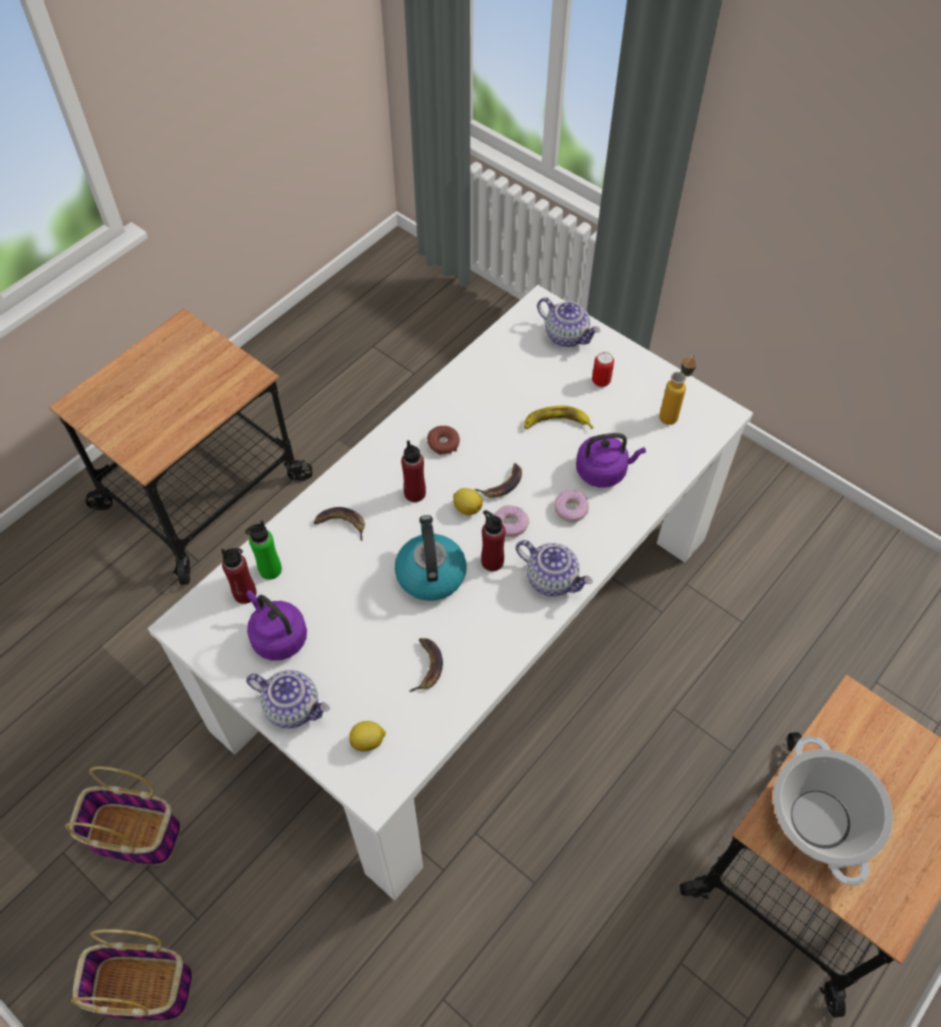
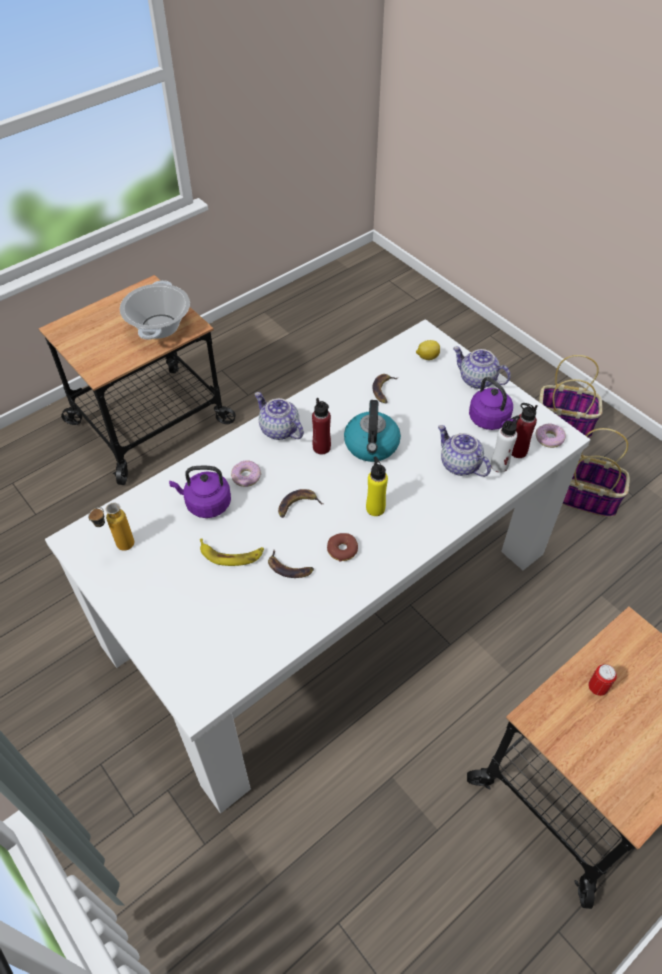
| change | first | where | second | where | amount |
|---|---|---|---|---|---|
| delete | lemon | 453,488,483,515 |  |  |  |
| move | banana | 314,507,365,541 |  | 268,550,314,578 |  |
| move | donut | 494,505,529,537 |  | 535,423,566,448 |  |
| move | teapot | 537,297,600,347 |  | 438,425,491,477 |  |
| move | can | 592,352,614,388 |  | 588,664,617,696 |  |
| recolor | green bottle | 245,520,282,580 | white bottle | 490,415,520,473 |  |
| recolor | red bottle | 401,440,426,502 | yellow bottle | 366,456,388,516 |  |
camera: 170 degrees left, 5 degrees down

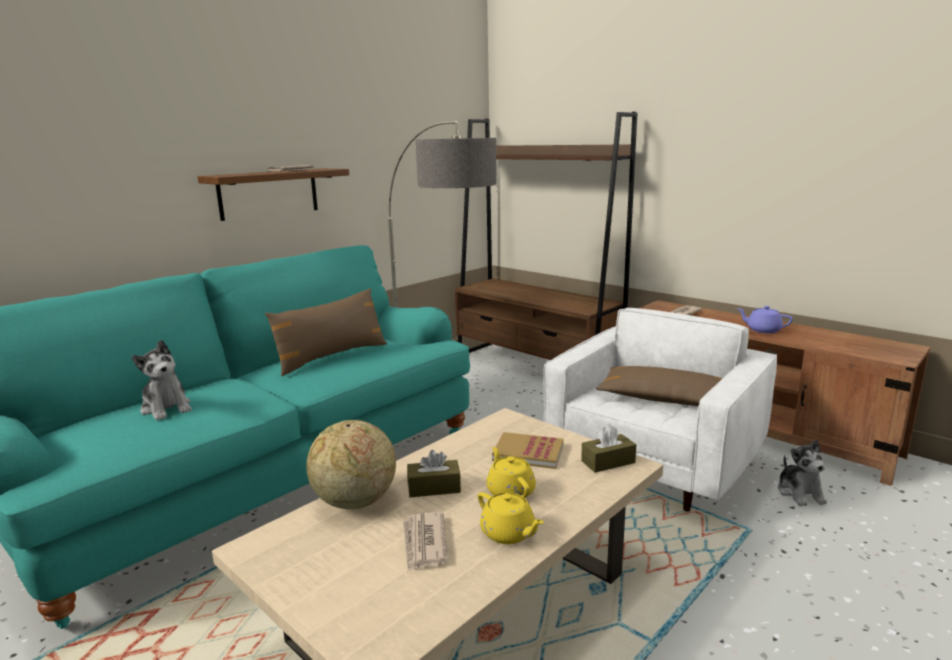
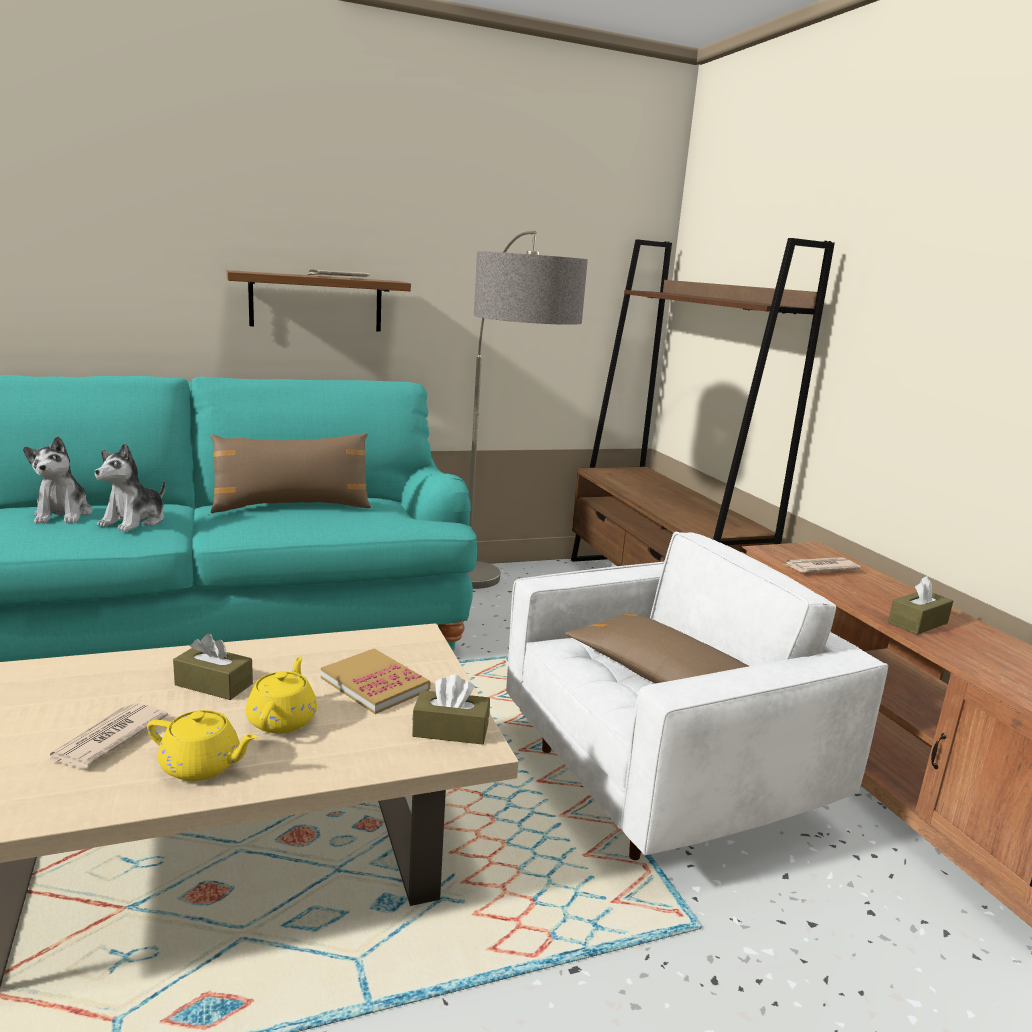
| change | first | where | second | where | amount |
|---|---|---|---|---|---|
| delete | globe | 306,420,396,509 |  |  |  |
| move | plush toy | 778,439,827,506 |  | 95,443,165,532 |  |
| replace | purple teapot | 737,306,793,333 | brown tissue box | 888,576,953,635 |  |
| rotate | yellow teapot | 478,492,544,544 |  | 147,710,258,781 | 60 degrees counterclockwise |
camera: 25 degrees right, 0 degrees up

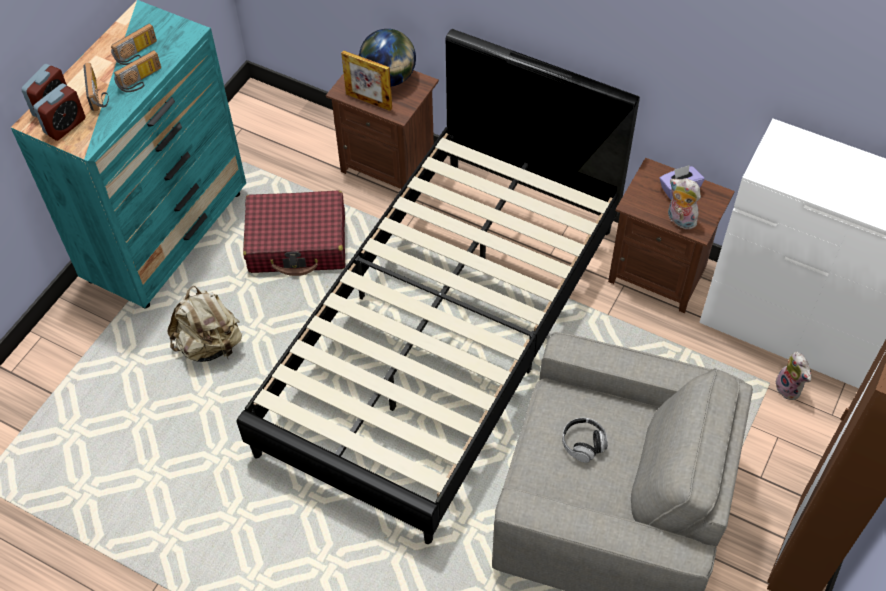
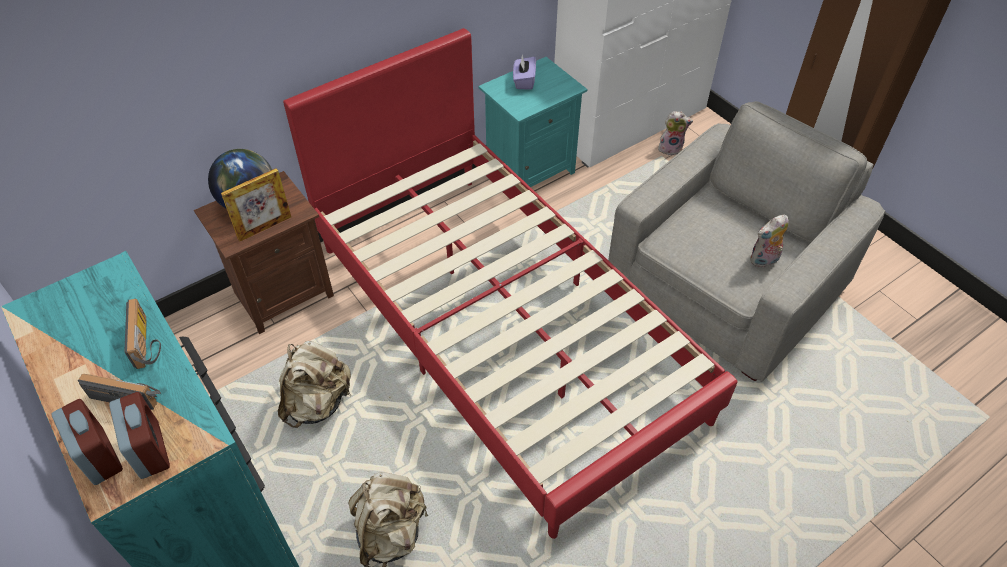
| change | first | where | second | where | amount |
|---|---|---|---|---|---|
| delete | radio | 111,23,157,65 |  |  |  |
| delete | headphones | 562,418,608,463 |  |  |  |
| move | plush toy | 668,178,701,230 |  | 750,214,789,268 |  |
| replace | red suitcase | 243,190,345,276 | beige backpack | 278,341,351,428 |  |
| recolor | black bed | 237,29,640,544 | red bed | 283,28,737,539 |  |
| recolor | brown nightstand | 608,158,735,313 | turquoise nightstand | 478,57,588,187 |  |
camera: 65 degrees left, 5 degrees down

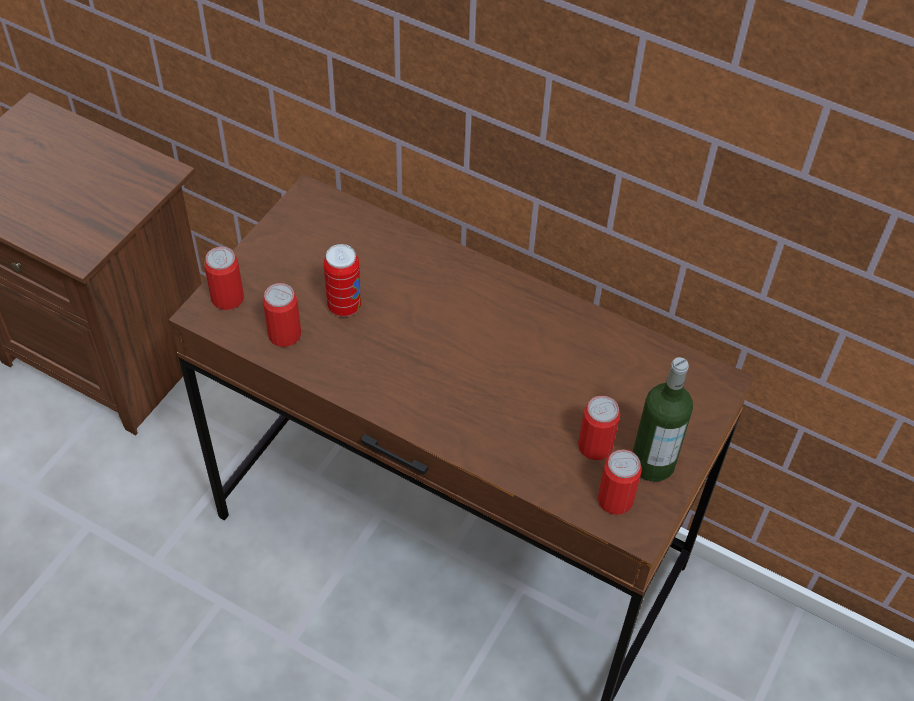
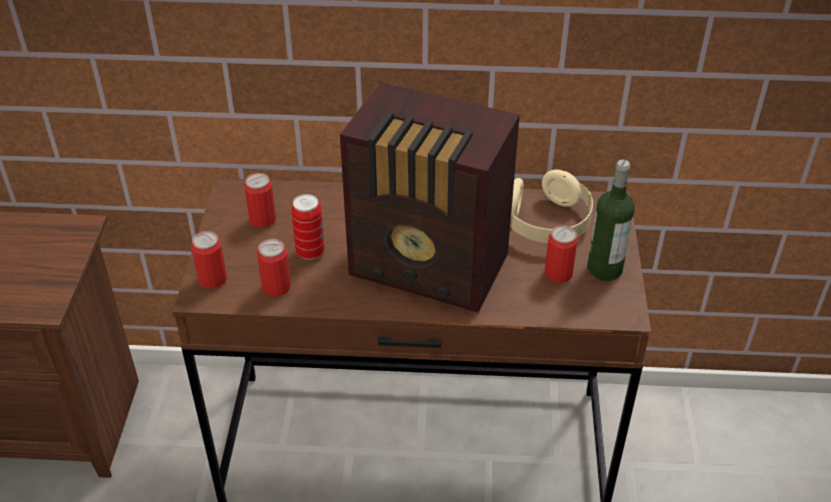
| change | first | where | second | where | amount |
|---|---|---|---|---|---|
| insert |  |  | radio | 340,82,520,312 |  |
| insert |  |  | beige headphones | 510,169,593,243 |  |
| move | can | 598,450,642,515 |  | 244,173,276,228 |  |
camera: 25 degrees left, 10 degrees down

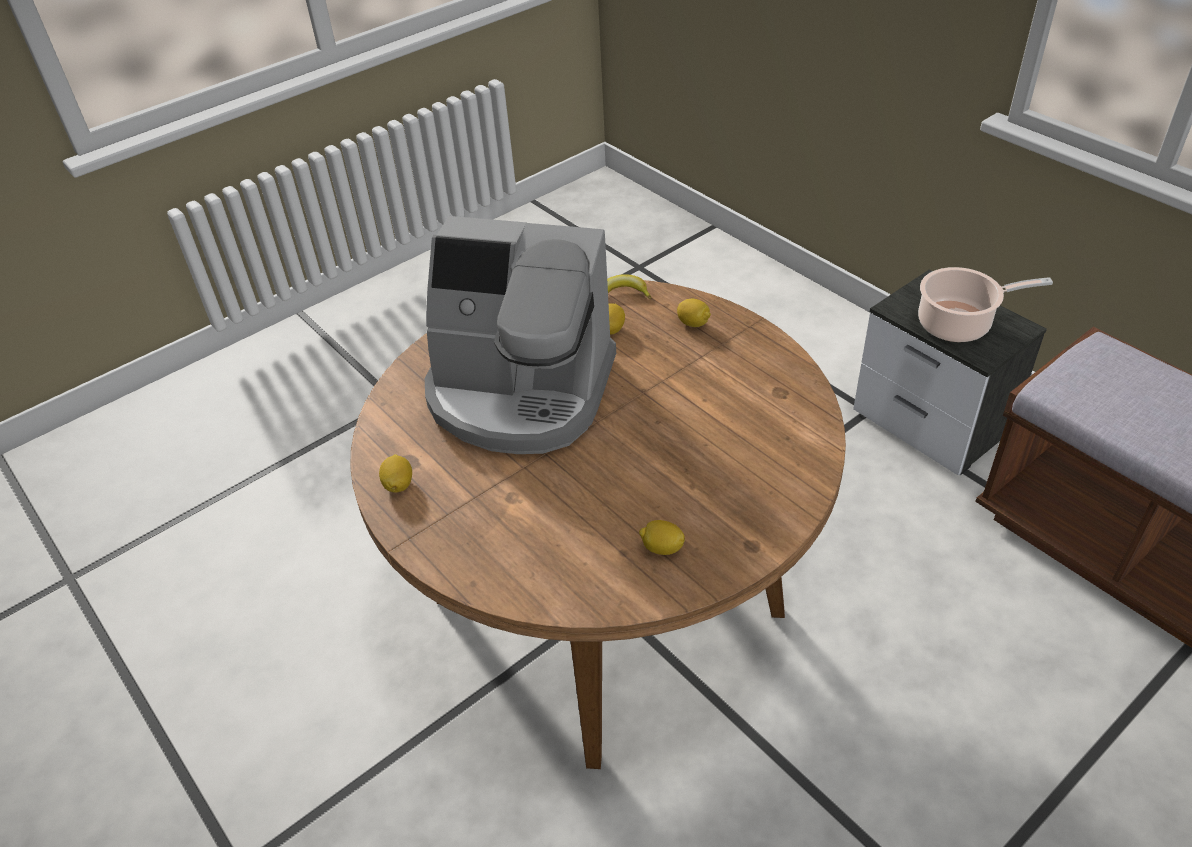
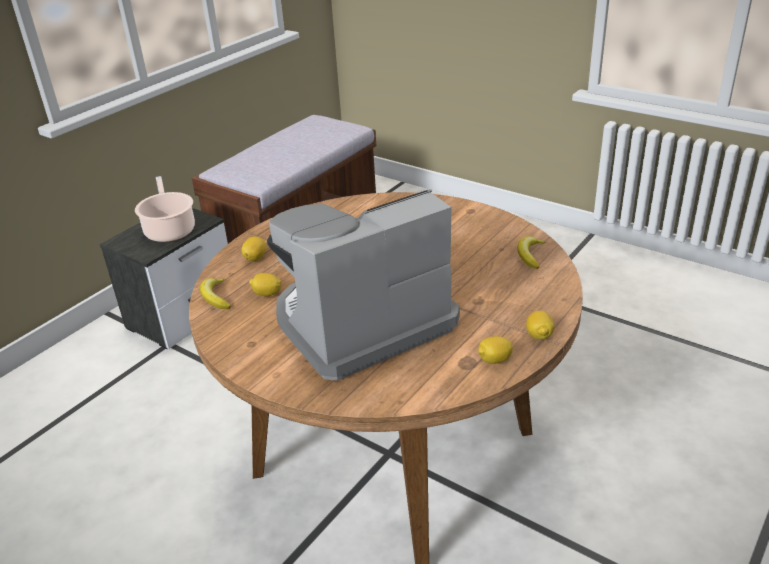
| change | first | where | second | where | amount |
|---|---|---|---|---|---|
| insert |  |  | banana | 517,236,546,269 |  |
| move | lemon | 639,520,685,555 |  | 526,311,555,340 |  |
| rotate | coffee machine | 425,216,616,454 |  | 267,189,460,381 | 120 degrees counterclockwise |
camera: 105 degrees left, 10 degrees down

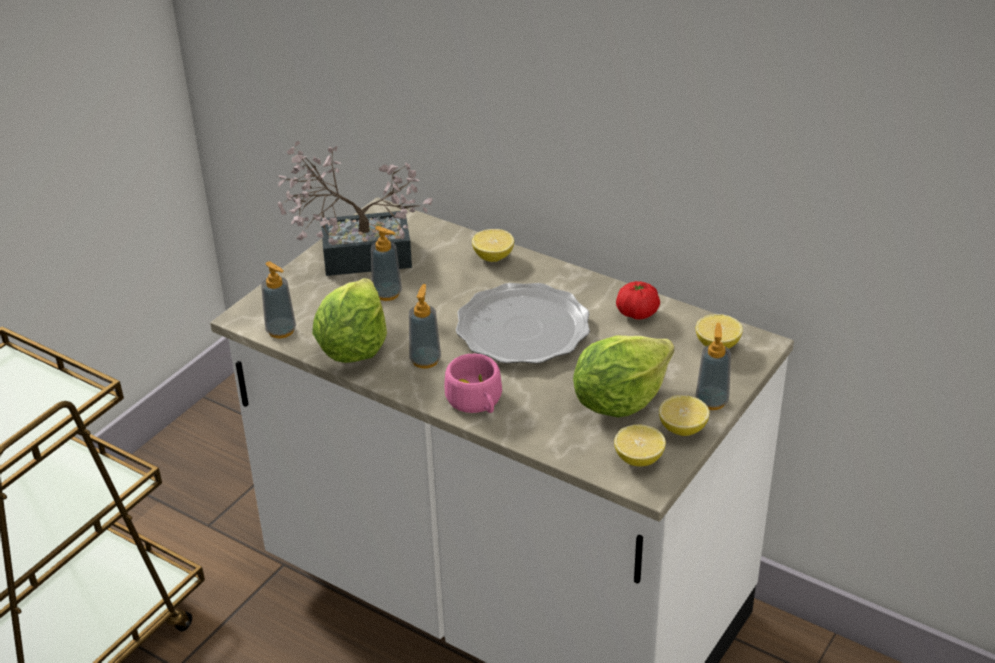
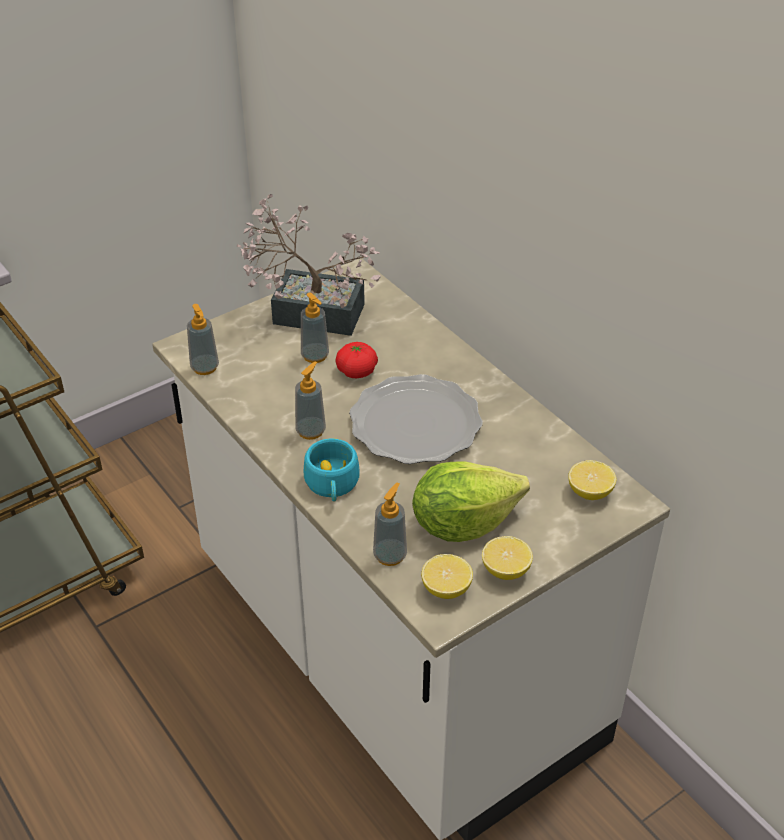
| change | first | where | second | where | amount |
|---|---|---|---|---|---|
| delete | lettuce | 312,278,387,363 |  |  |  |
| delete | lemon | 472,229,514,262 |  |  |  |
| move | tomato | 616,281,660,320 |  | 335,342,378,378 |  |
| move | soap dispenser | 695,323,731,410 |  | 373,482,407,566 |  |
| recolor | pink cup | 444,354,502,413 | turquoise cup | 304,438,360,502 |  |
camera: 20 degrees right, 5 degrees up

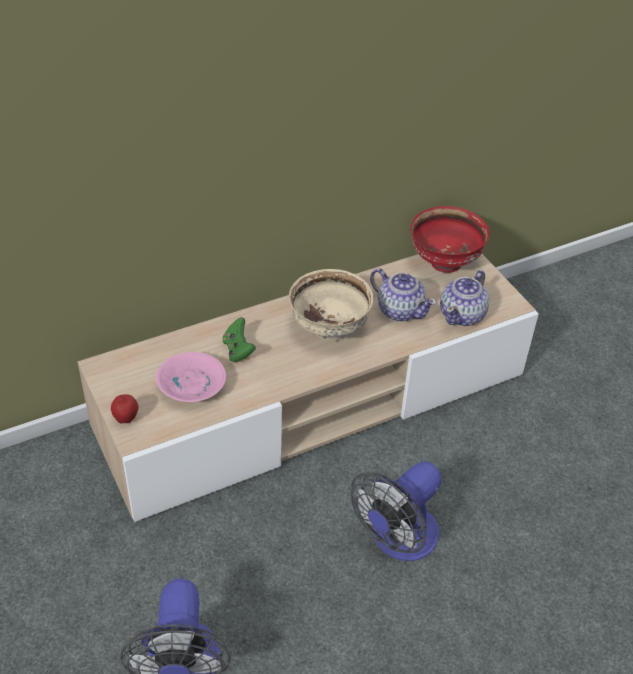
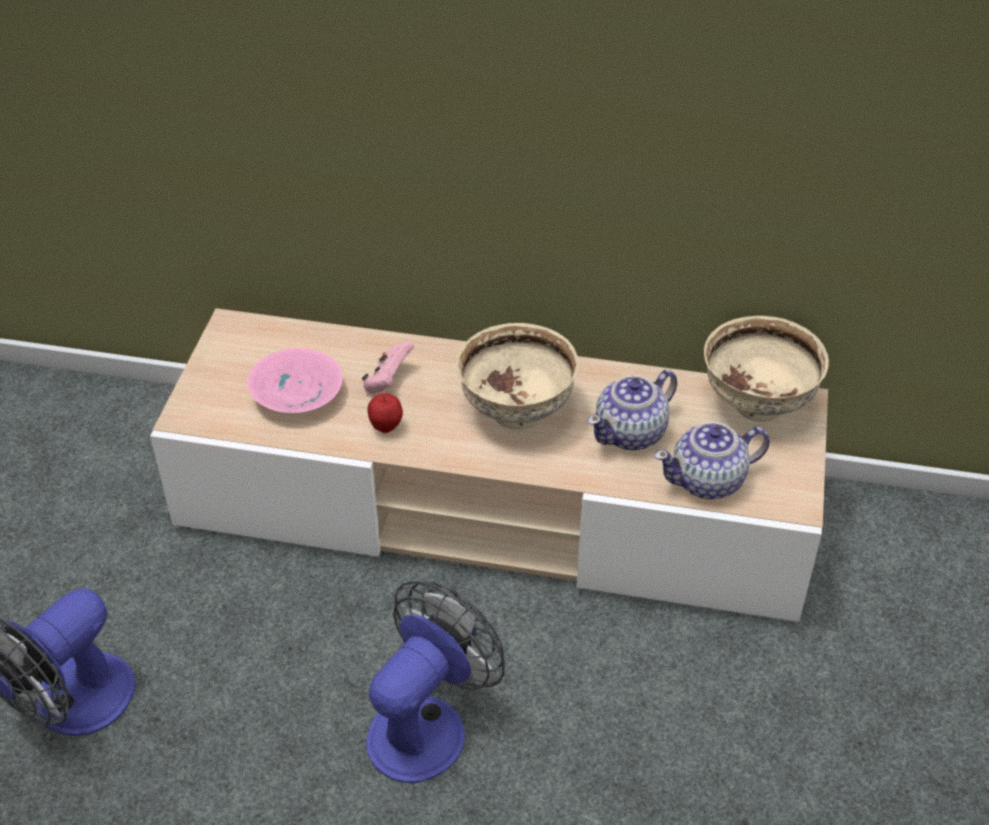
| change | first | where | second | where | amount |
|---|---|---|---|---|---|
| move | apple | 111,394,138,423 |  | 367,393,403,433 |  |
| recolor | green game controller | 223,317,256,363 | pink game controller | 362,340,414,394 |  |
| recolor | red bowl | 410,206,490,273 | beige bowl | 704,316,829,422 |  |
| rotate | fan | 351,462,442,561 |  | 366,581,505,783 | 135 degrees clockwise |
| rotate | teapot | 370,268,437,322 |  | 588,370,677,451 | 60 degrees clockwise |
camera: 40 degrees right, 0 degrees up

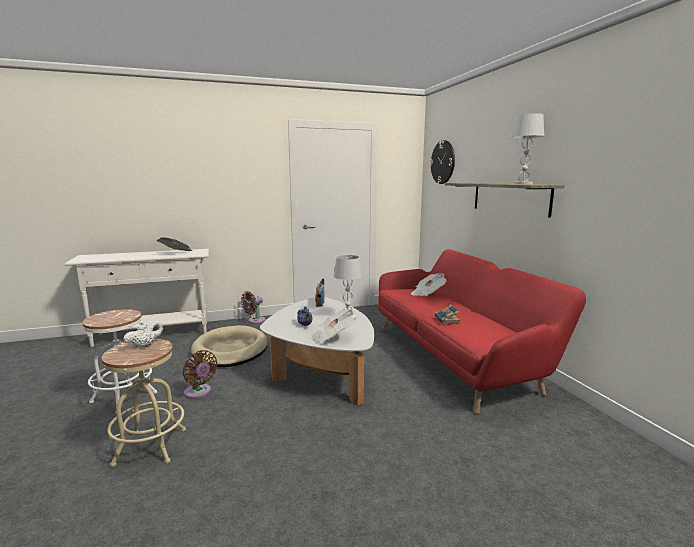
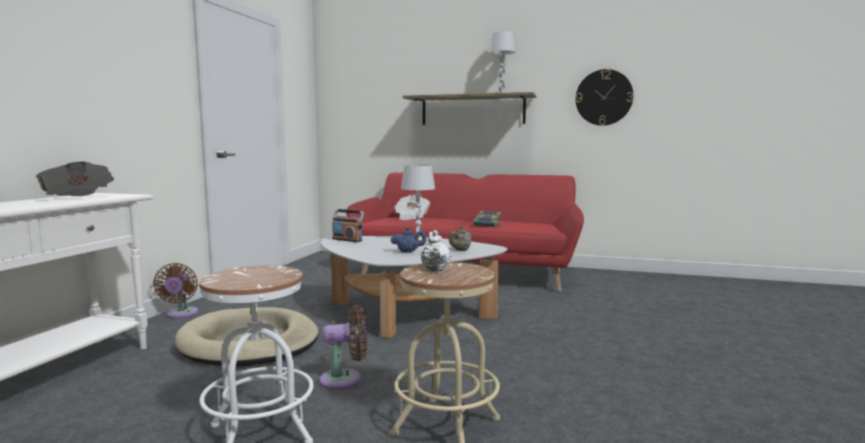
| change | first | where | second | where | amount |
|---|---|---|---|---|---|
| move | wall clock | 430,140,455,184 |  | 575,69,633,126 |  |
| replace | newspaper | 309,309,355,343 | beige teapot | 449,226,472,251 |  |
camera: 55 degrees left, 5 degrees down

